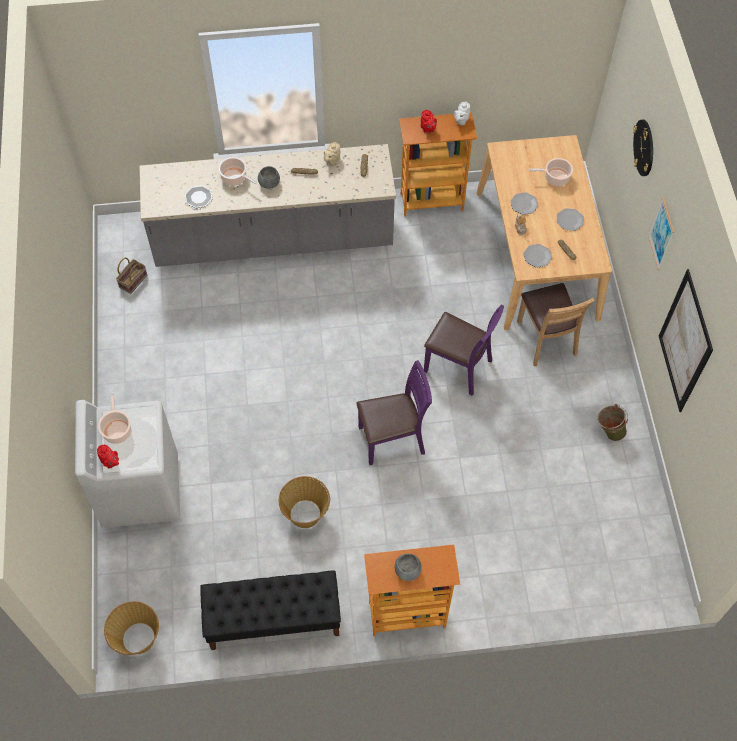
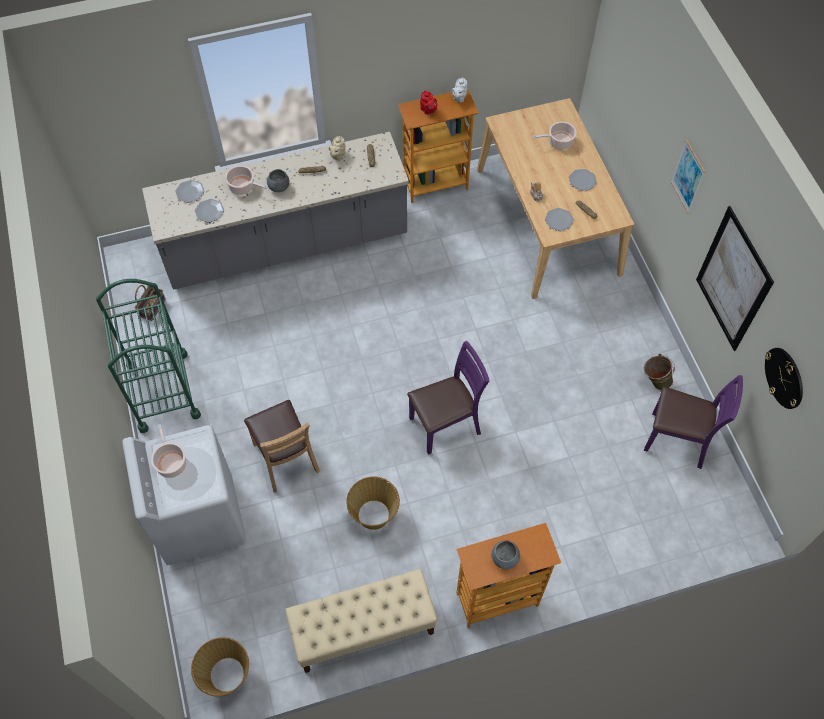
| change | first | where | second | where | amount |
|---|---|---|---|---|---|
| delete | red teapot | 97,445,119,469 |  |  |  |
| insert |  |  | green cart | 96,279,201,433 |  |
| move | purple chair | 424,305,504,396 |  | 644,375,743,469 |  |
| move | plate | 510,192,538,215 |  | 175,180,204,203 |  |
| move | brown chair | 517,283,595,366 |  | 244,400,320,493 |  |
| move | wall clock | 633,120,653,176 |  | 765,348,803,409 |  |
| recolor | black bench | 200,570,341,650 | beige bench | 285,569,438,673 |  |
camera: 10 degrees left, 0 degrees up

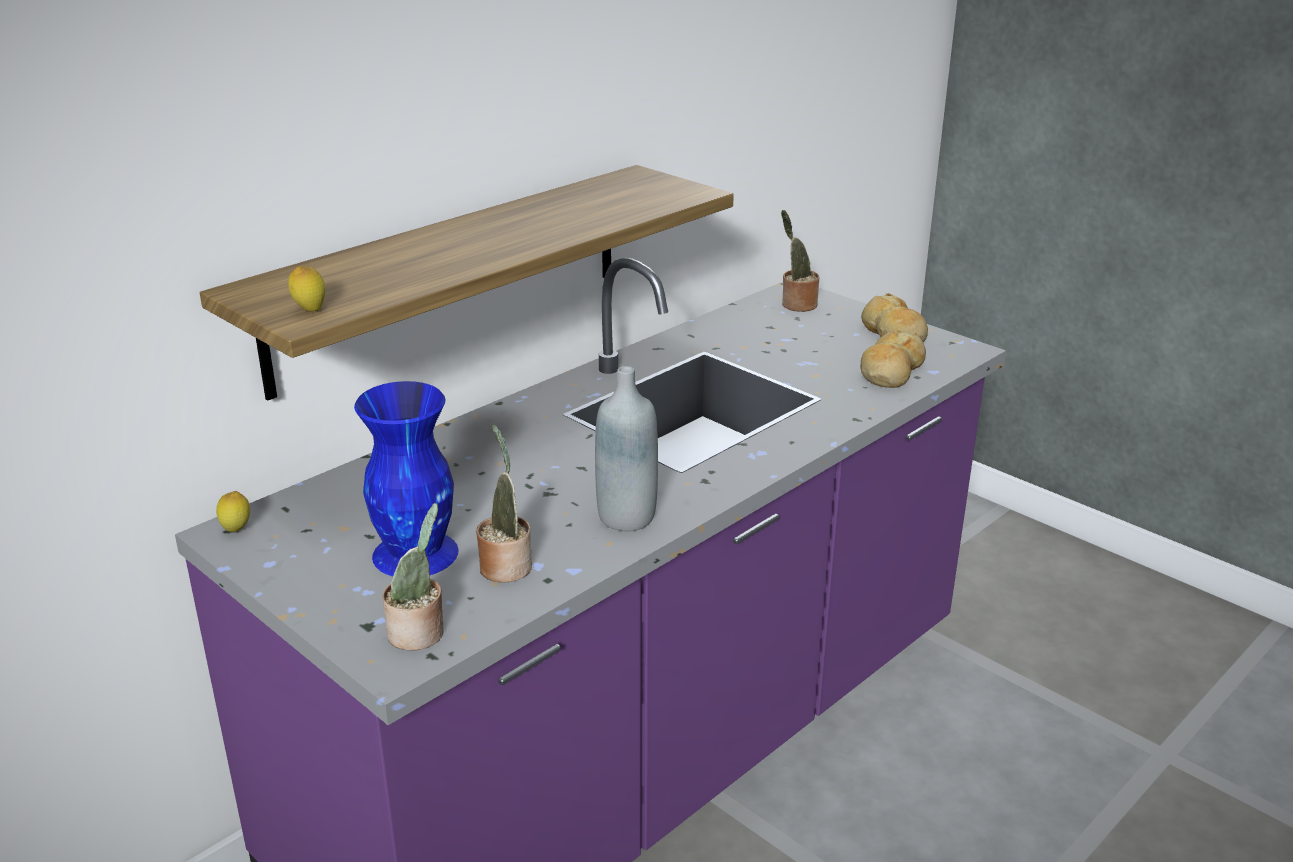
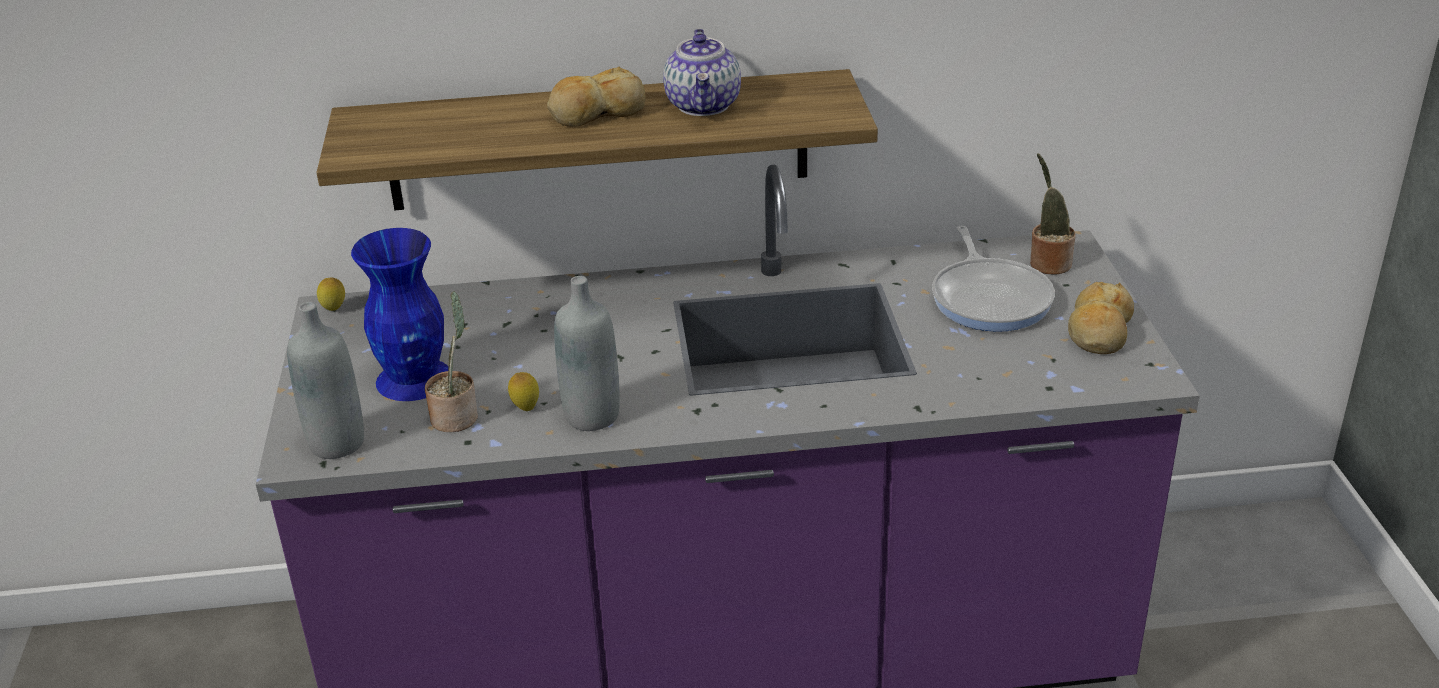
| change | first | where | second | where | amount |
|---|---|---|---|---|---|
| insert |  |  | teapot | 663,29,741,116 |  |
| insert |  |  | frying pan | 932,226,1055,332 |  |
| move | lemon | 288,266,326,312 |  | 508,372,539,411 |  |
| move | bread | 860,329,926,388 |  | 547,67,646,127 |  |
| replace | potted plant | 382,503,444,650 | grey bottle | 287,302,364,459 |  |
camera: 40 degrees right, 5 degrees up

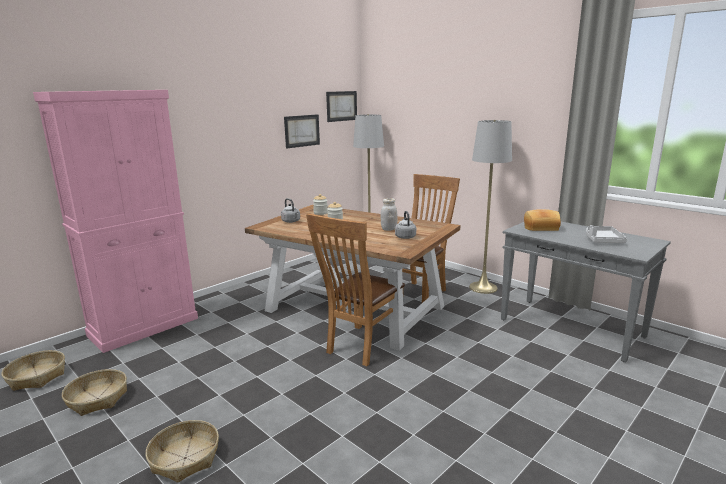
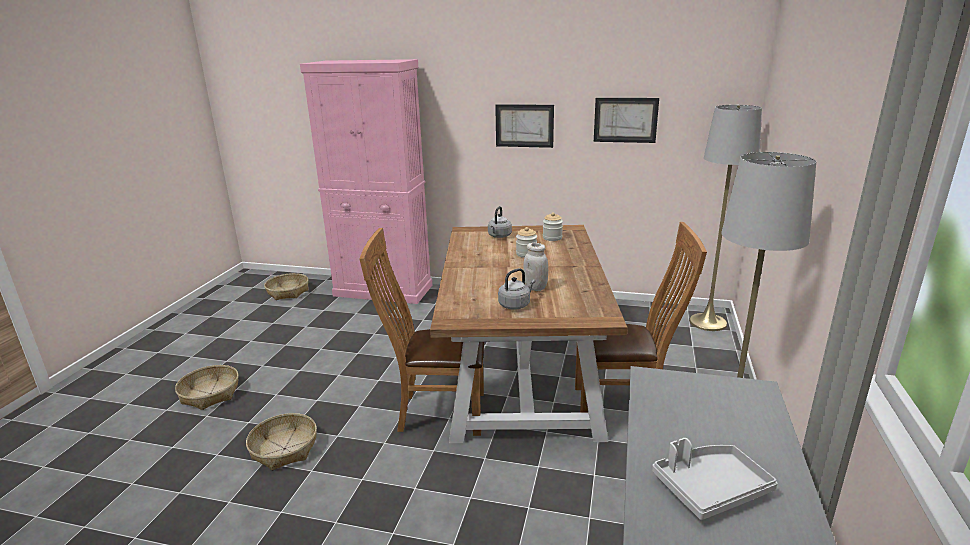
| change | first | where | second | where | amount |
|---|---|---|---|---|---|
| delete | bread | 524,209,561,231 |  |  |  |
| move | basket | 62,369,127,416 |  | 246,413,317,470 |  |
| move | picture | 326,91,357,122 |  | 495,104,554,148 |  |
camera: 60 degrees right, 5 degrees up

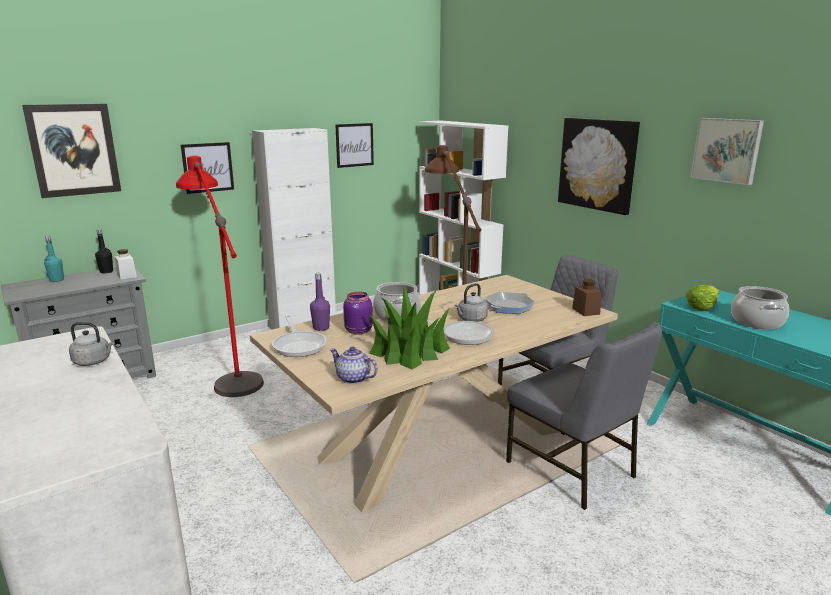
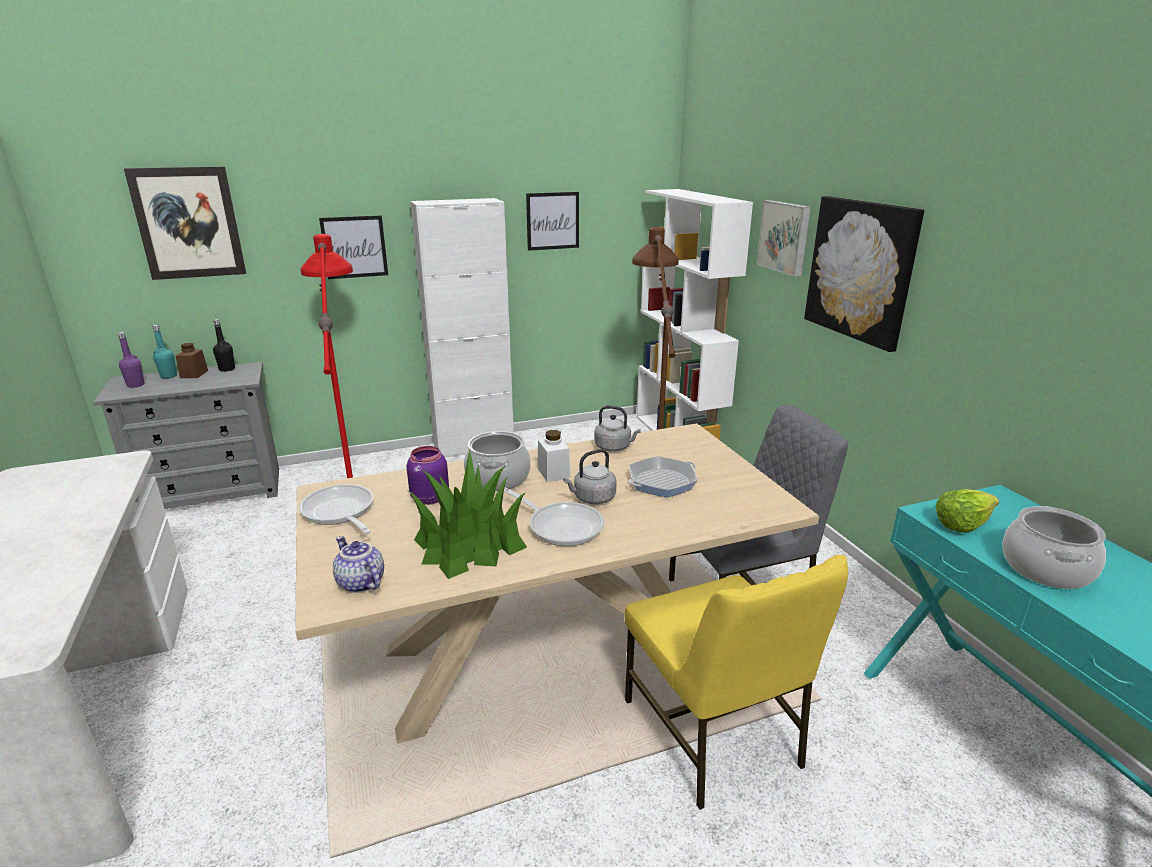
| change | first | where | second | where | amount |
|---|---|---|---|---|---|
| move | grey kettle | 69,322,114,366 |  | 594,406,641,452 |  |
| move | white jar | 115,249,137,279 |  | 537,430,571,482 |  |
| move | purple bottle | 310,273,330,331 |  | 118,332,144,388 |  |
| move | brown jar | 572,279,601,316 |  | 176,343,208,378 |  |
| move | picture | 690,118,764,185 |  | 757,200,811,277 |  |
| recolor | grey chair | 506,322,662,510 | yellow chair | 625,555,848,810 |  |
| rotate | frying pan | 272,315,327,357 |  | 299,484,373,534 | 150 degrees clockwise |
camera: 15 degrees right, 5 degrees up

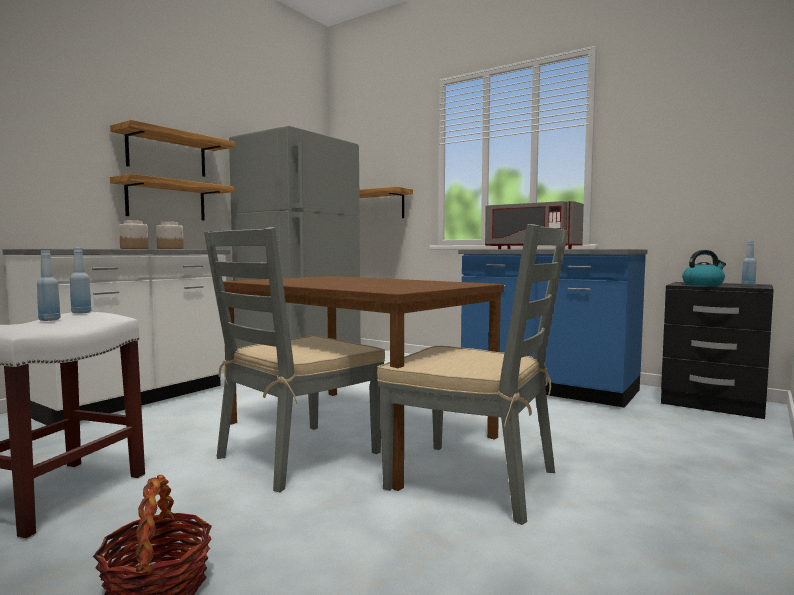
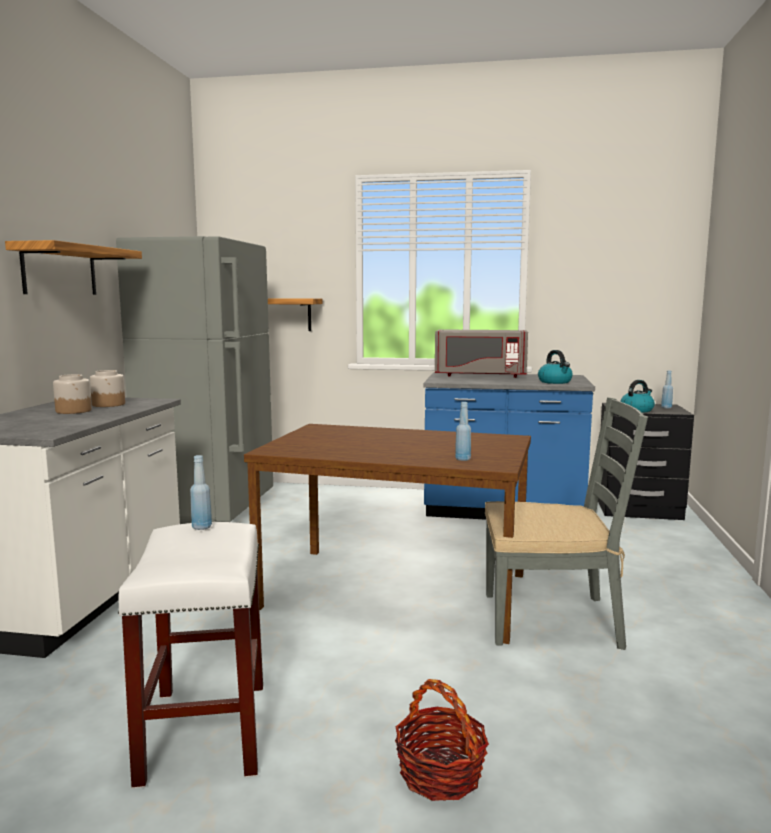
| change | first | where | second | where | amount |
|---|---|---|---|---|---|
| delete | shelf | 110,174,235,220 |  |  |  |
| delete | grey chair | 204,227,385,492 |  |  |  |
| insert |  |  | kettle | 538,350,573,384 |  |
| move | blue bottle | 37,250,61,321 |  | 455,402,471,461 |  |
camera: 25 degrees left, 5 degrees up

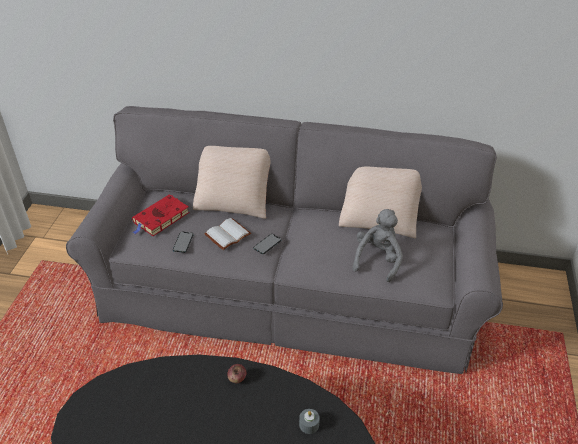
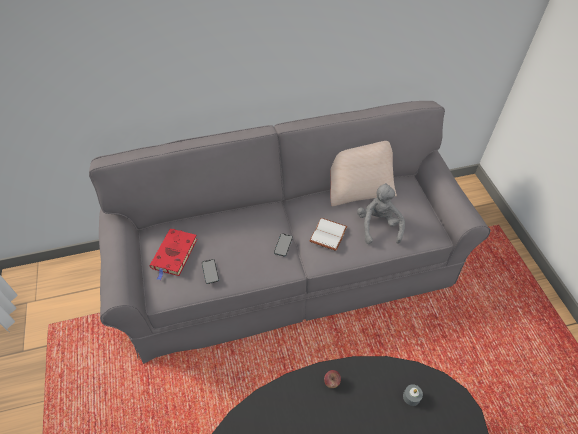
| change | first | where | second | where | amount |
|---|---|---|---|---|---|
| delete | beige pillow | 193,146,271,219 |  |  |  |
| move | white book | 204,218,251,250 |  | 310,218,348,251 |  |
camera: 25 degrees left, 10 degrees up

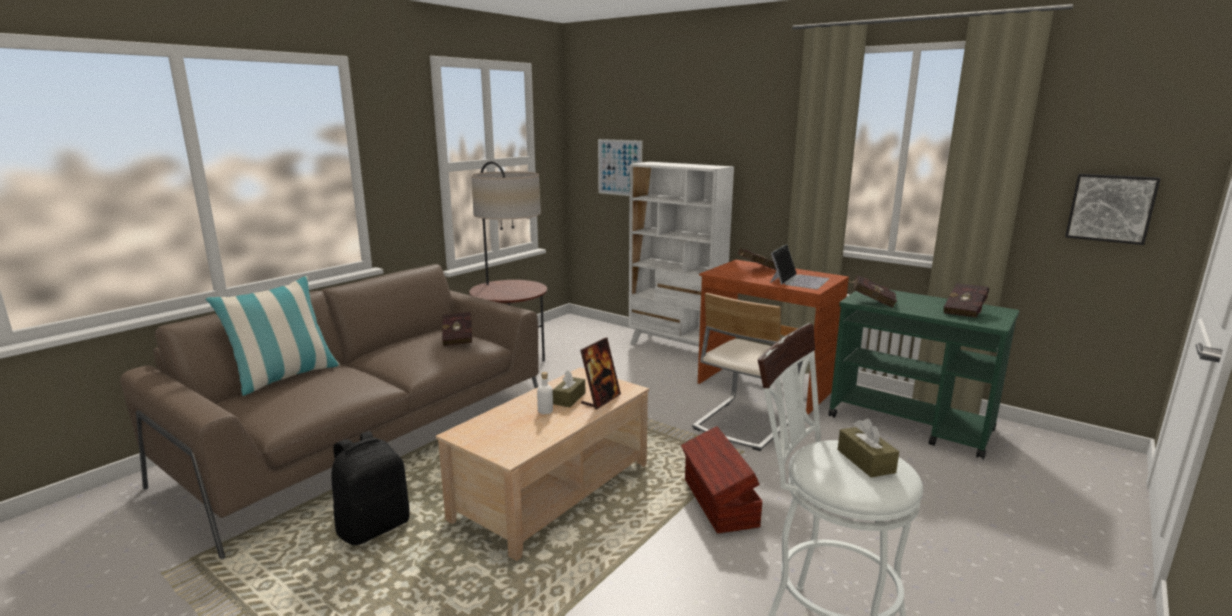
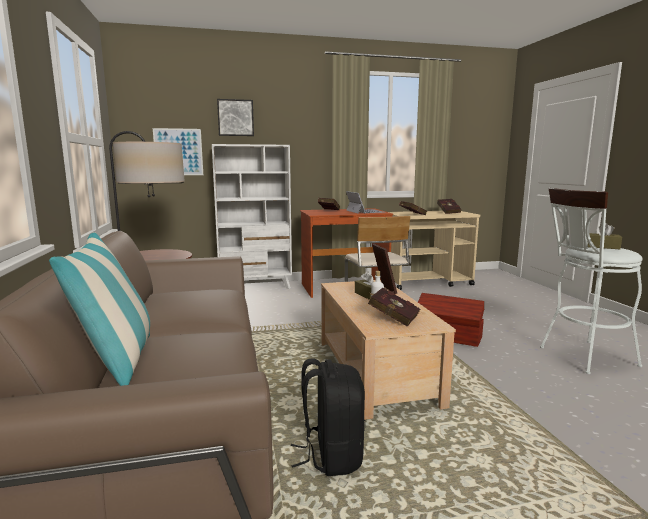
| change | first | where | second | where | amount |
|---|---|---|---|---|---|
| move | red book | 442,312,473,346 |  | 368,288,420,326 |  |
| move | picture | 1065,174,1161,245 |  | 217,99,254,136 |  |
| recolor | green cart | 828,290,1019,459 | beige cart | 389,211,480,290 |  |
camera: 50 degrees left, 5 degrees down

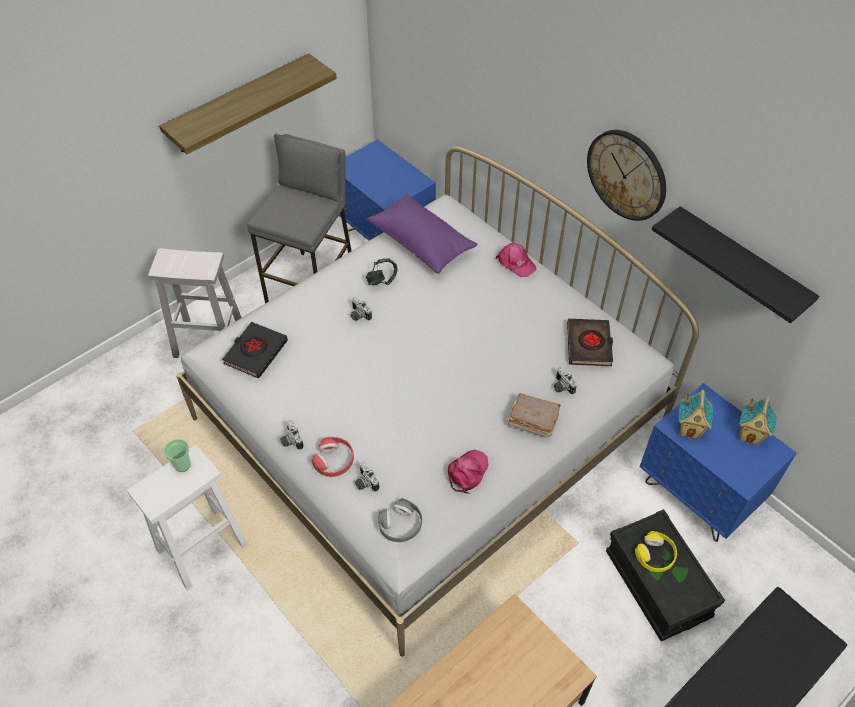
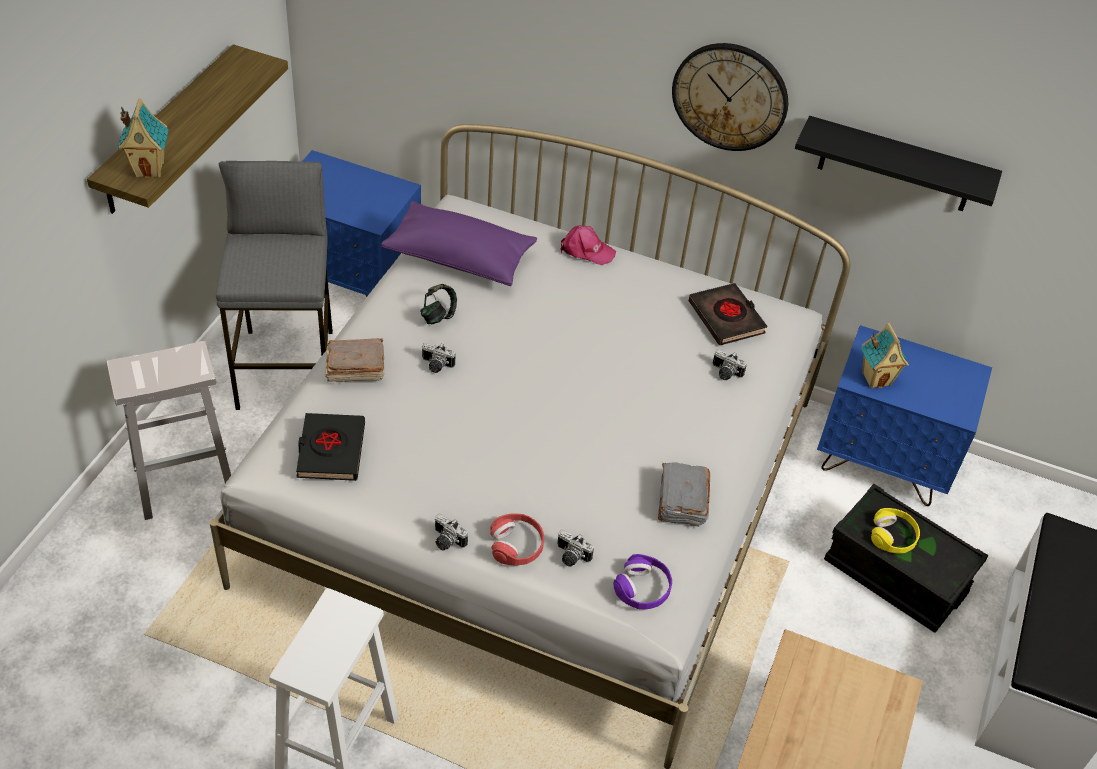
| change | first | where | second | where | amount |
|---|---|---|---|---|---|
| delete | cup | 164,439,191,472 |  |  |  |
| move | brown book | 508,393,561,438 |  | 325,338,384,382 |  |
| move | toy house | 739,396,777,446 |  | 118,98,169,179 |  |
| replace | pink cap | 448,449,489,494 | grey book | 658,463,710,527 |  |
| recolor | grey headphones | 378,498,422,542 | purple headphones | 613,554,672,610 |  |
camera: 30 degrees left, 5 degrees down

